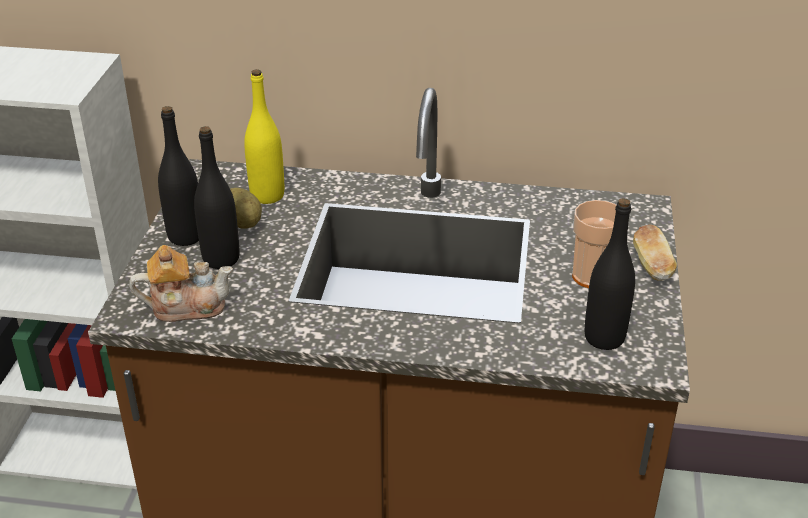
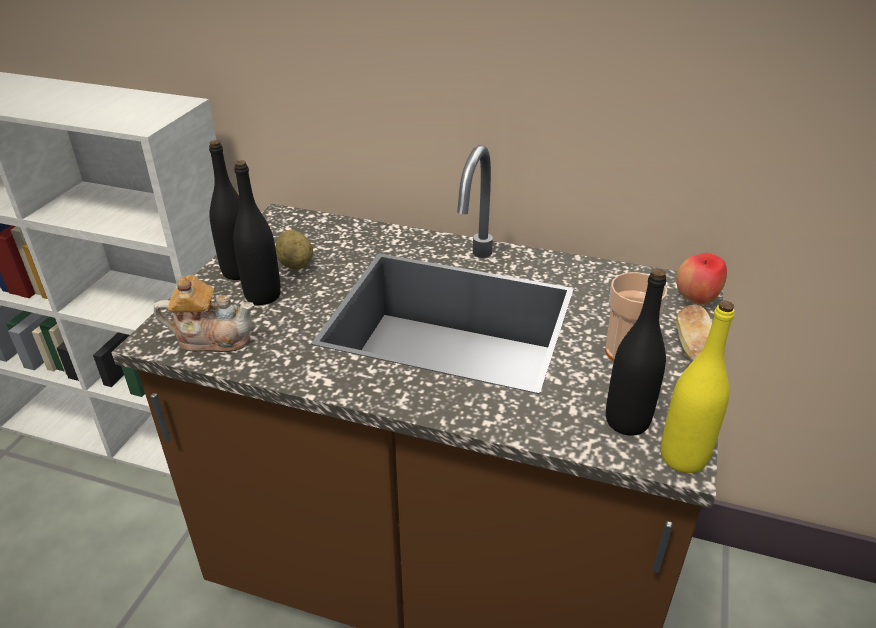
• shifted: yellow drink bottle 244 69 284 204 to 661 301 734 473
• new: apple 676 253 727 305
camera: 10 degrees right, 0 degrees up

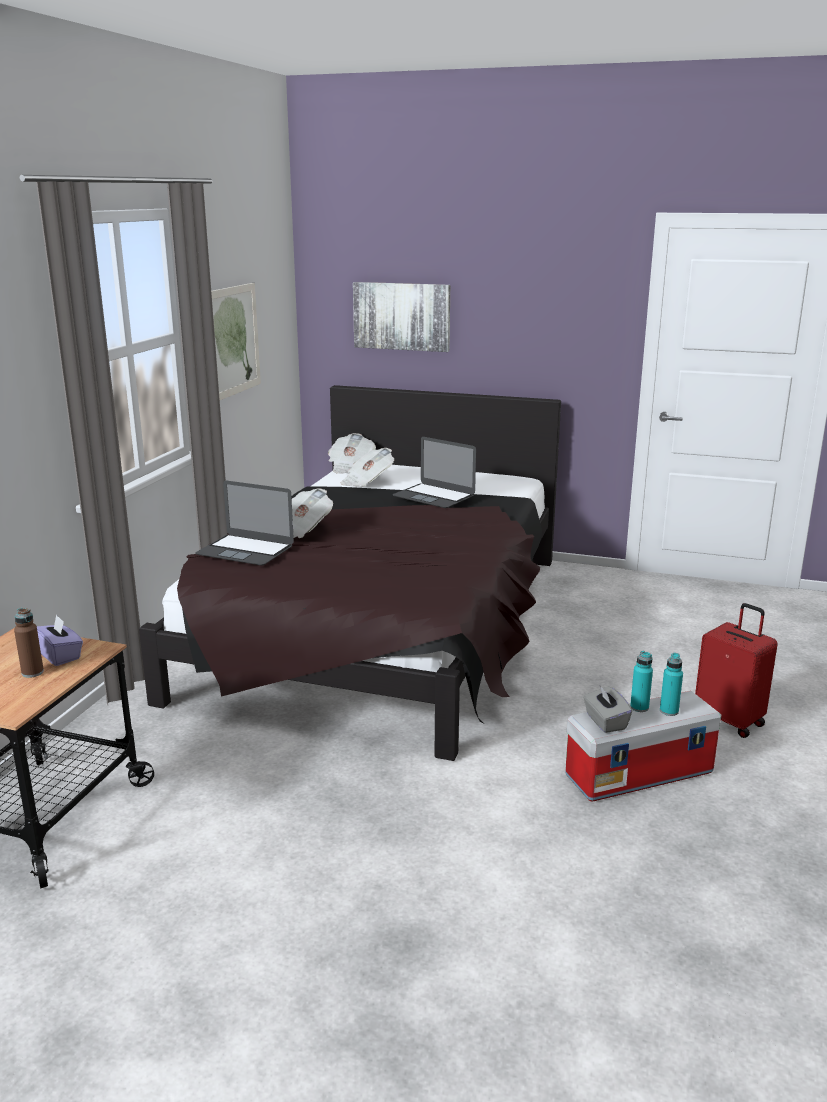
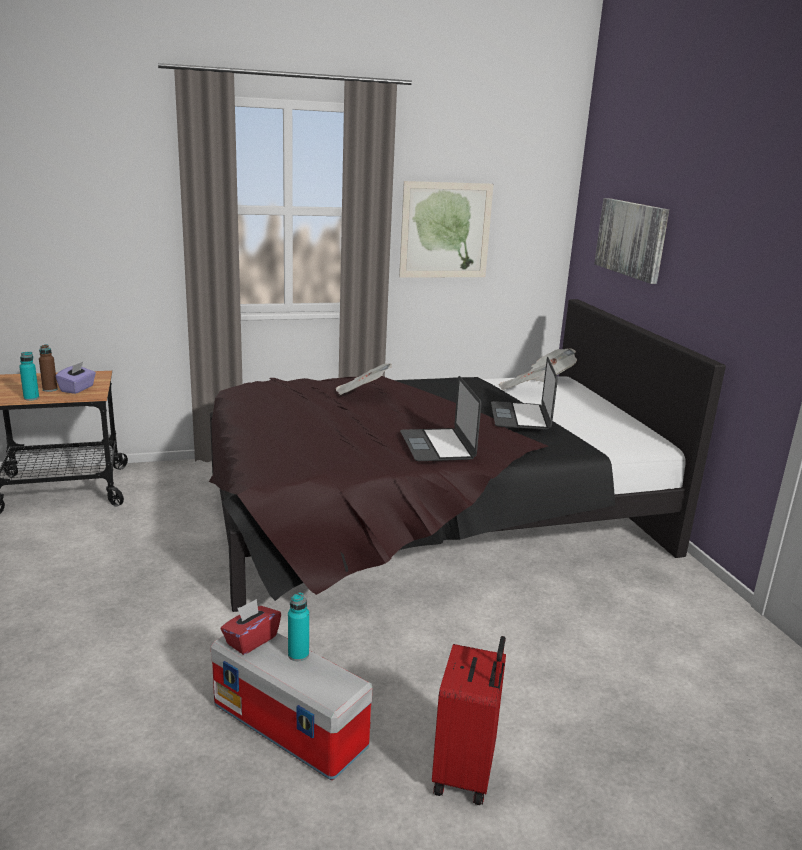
• shifted: turquoise drink bottle 660 653 683 716 to 19 352 39 401
• repainted: gray tissue box 583 686 632 733 to red tissue box 221 599 281 655
• shifted: laptop 196 481 294 566 to 400 376 481 461
camera: 55 degrees right, 0 degrees up

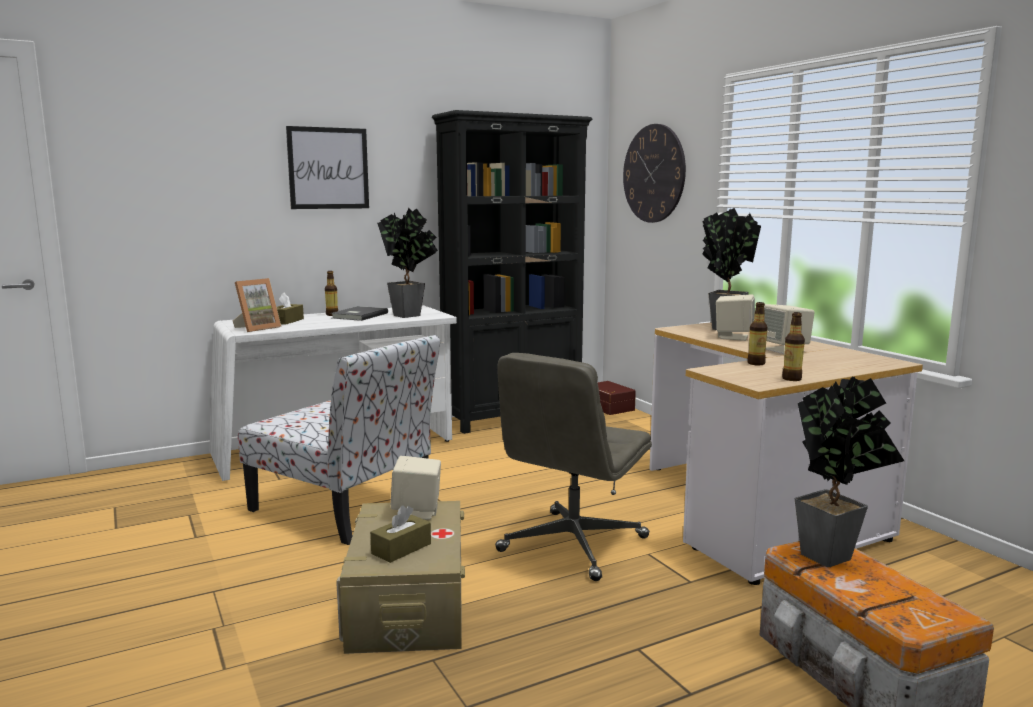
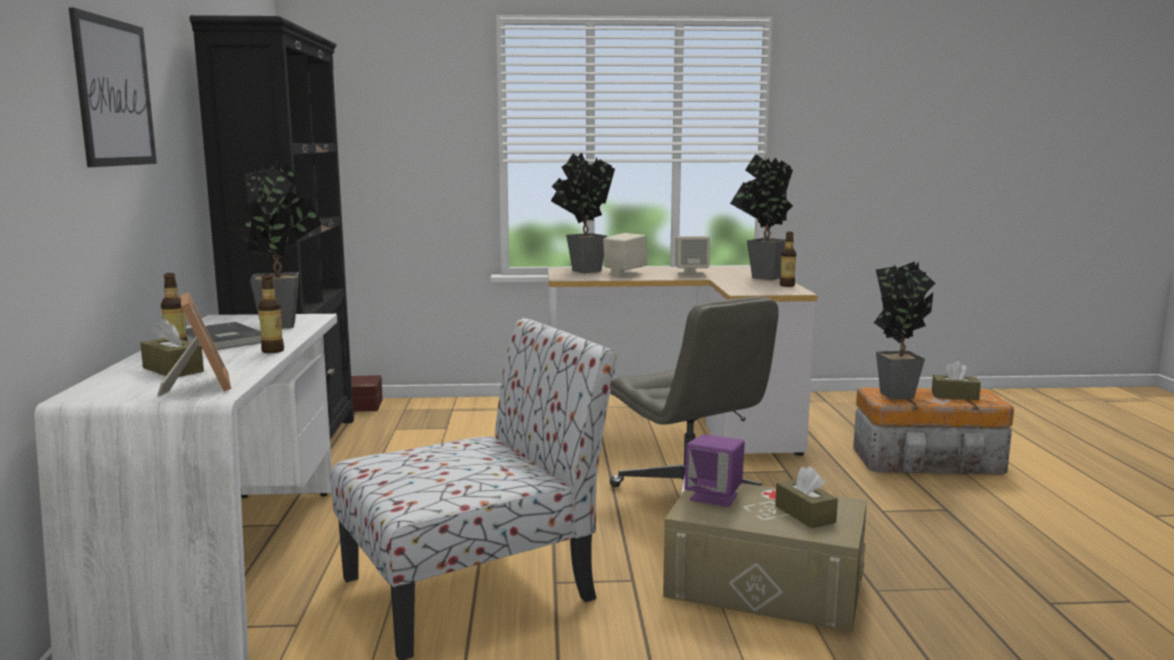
• shifted: drink bottle 747 302 768 365 to 258 274 284 353
• repainted: sand-coloured speaker 390 456 441 520 to purplish speaker 684 434 745 507
• new: plant in a pot 730 154 793 280
• new: brown tissue box 932 361 981 400
• gone: wall clock 623 124 686 223
camera: 65 degrees left, 0 degrees up

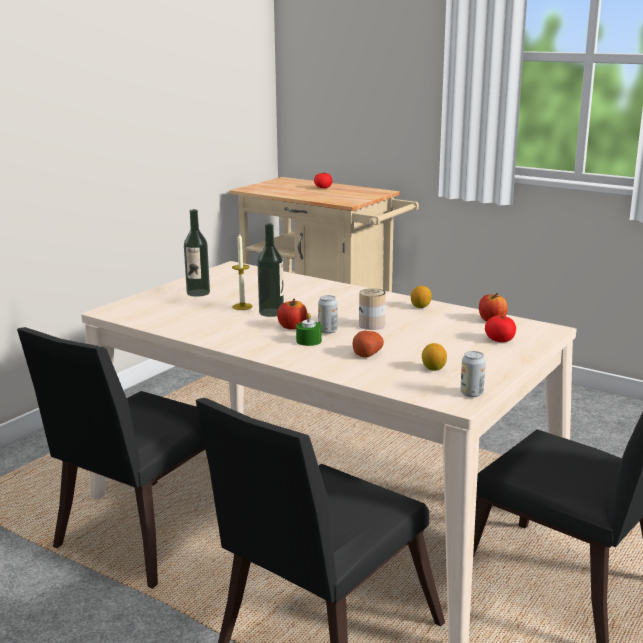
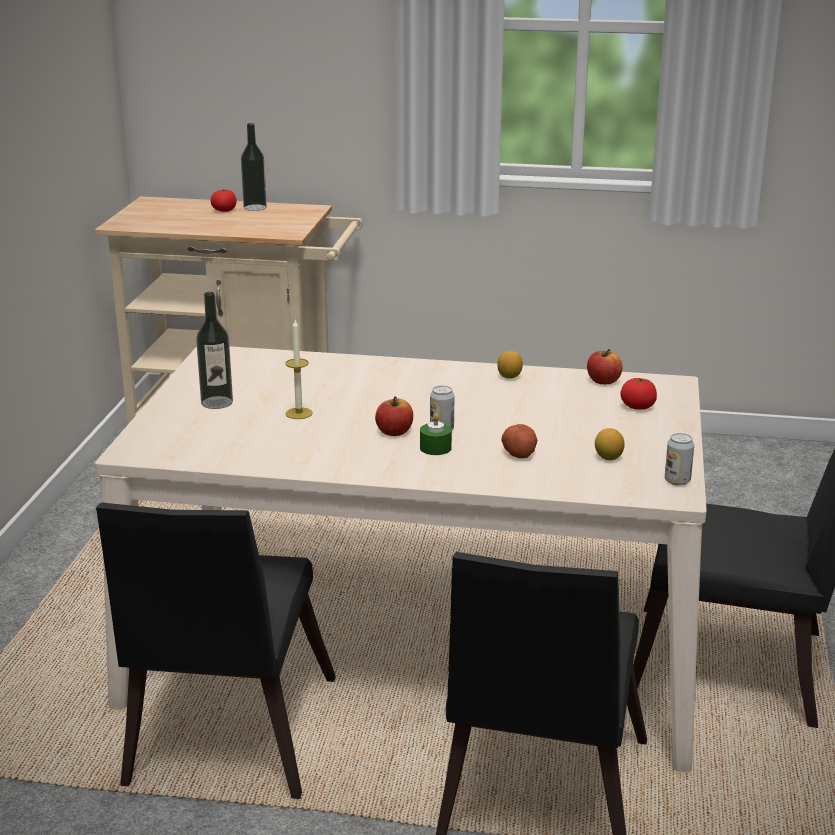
• shifted: drink bottle 257 223 284 317 to 241 123 267 211
• gone: metal can 359 288 386 330
camera: 25 degrees left, 5 degrees up

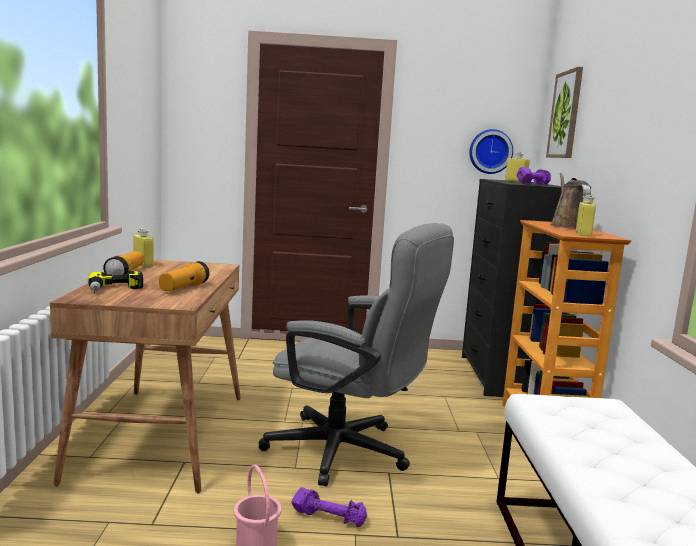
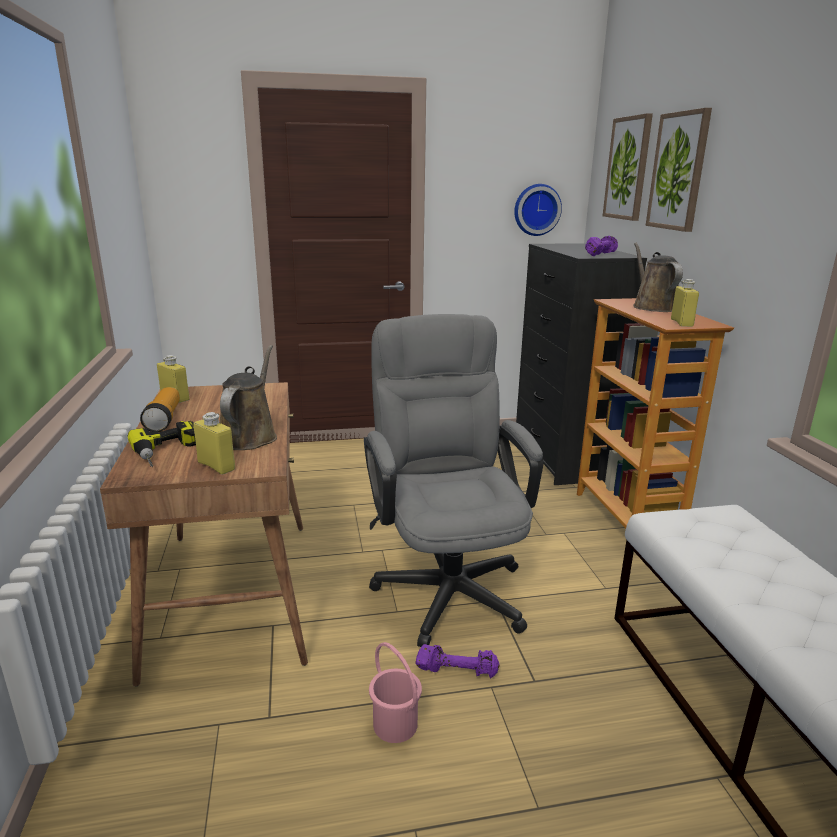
• shifted: yellow drink bottle 505 152 530 182 to 193 412 235 474
• swapped: torch 159 261 210 291 to brown watering pot 220 345 277 450
• rotated: gray computer chair 259 223 454 487 = 364 314 543 647 120 degrees counterclockwise
• new: wall art 646 108 712 232
camera: 10 degrees left, 10 degrees up

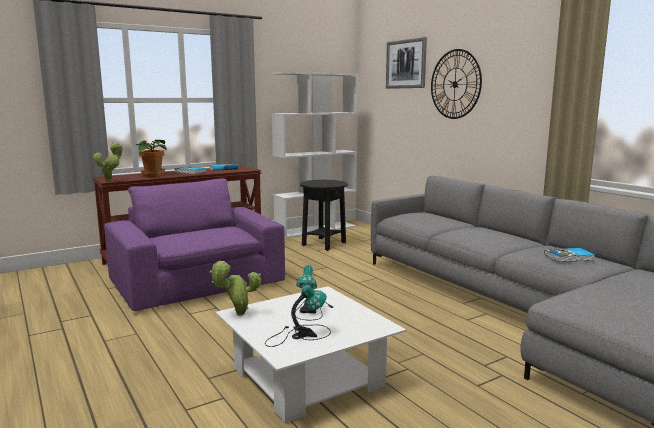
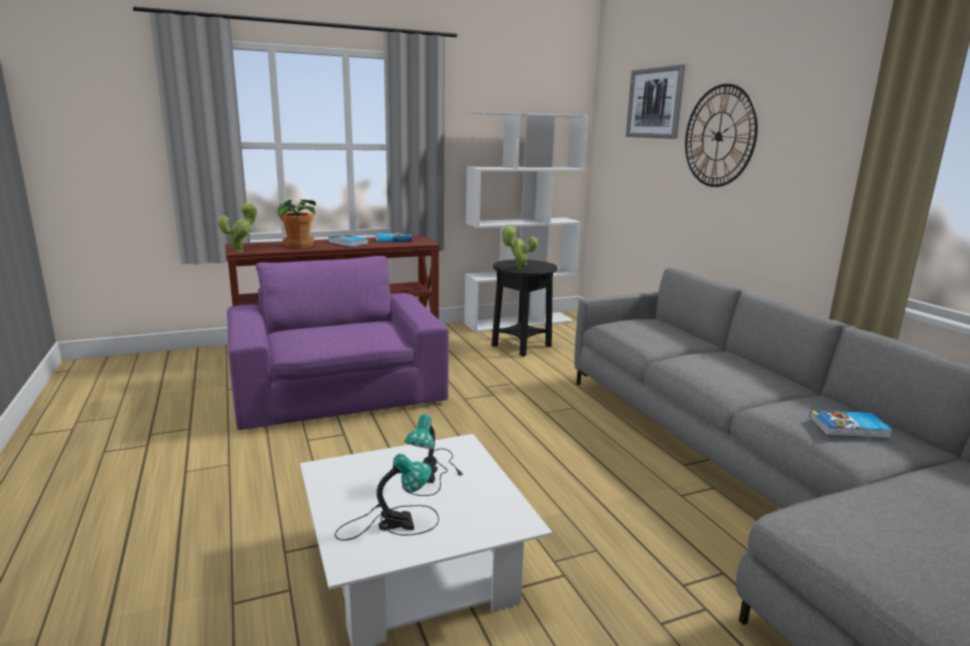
• shifted: plant in a pot 210 261 261 316 to 501 226 538 269
camera: 10 degrees right, 5 degrees up

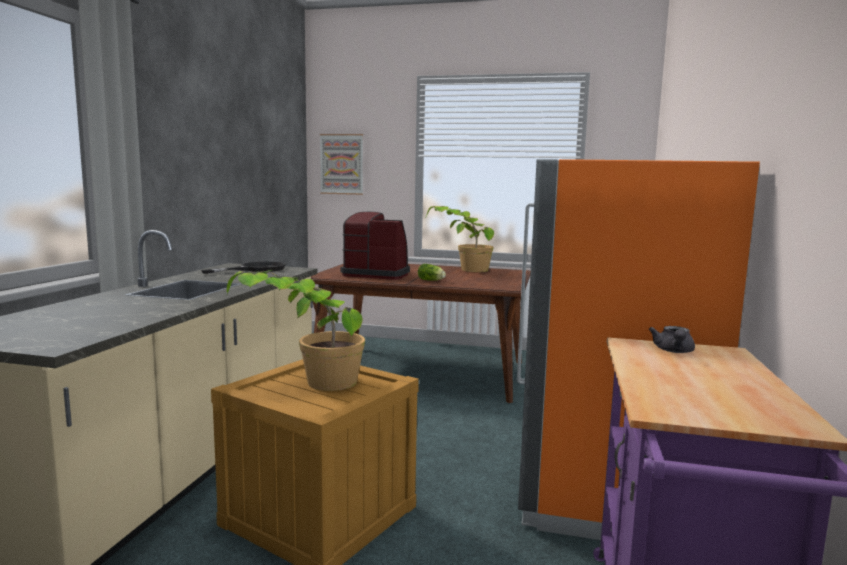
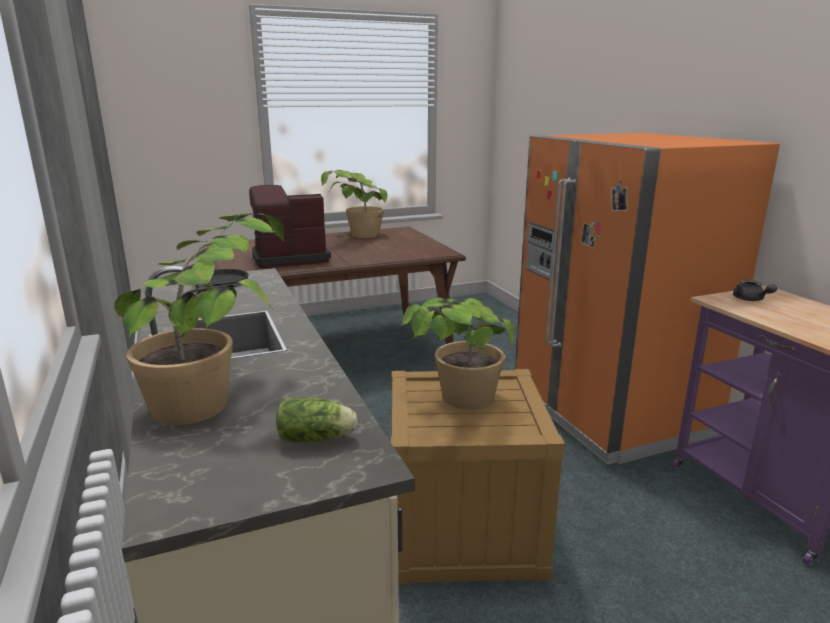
• new: plant in a pot 114 213 284 425
• shifted: lettuce head 418 264 446 281 to 276 397 358 443
• gone: wall art 320 134 363 195
camera: 35 degrees left, 10 degrees up

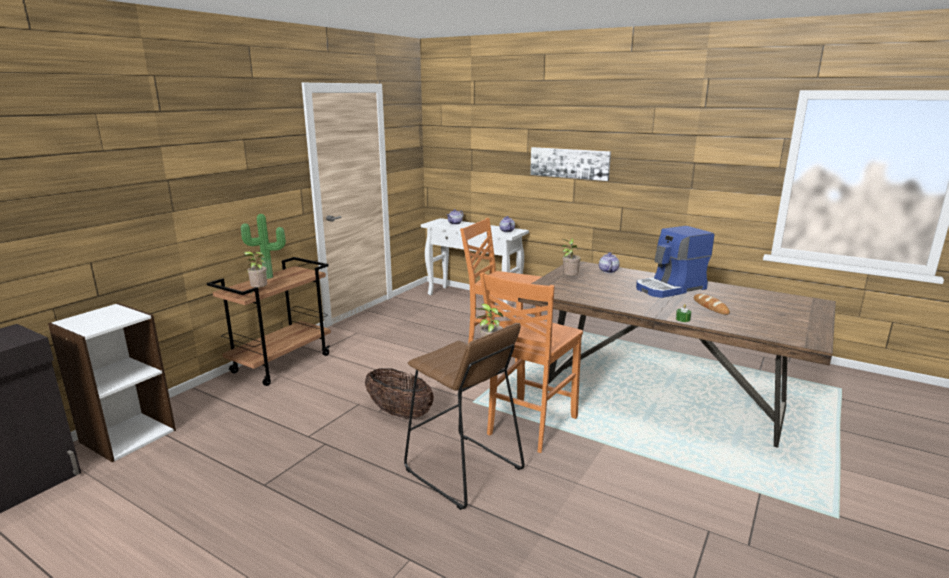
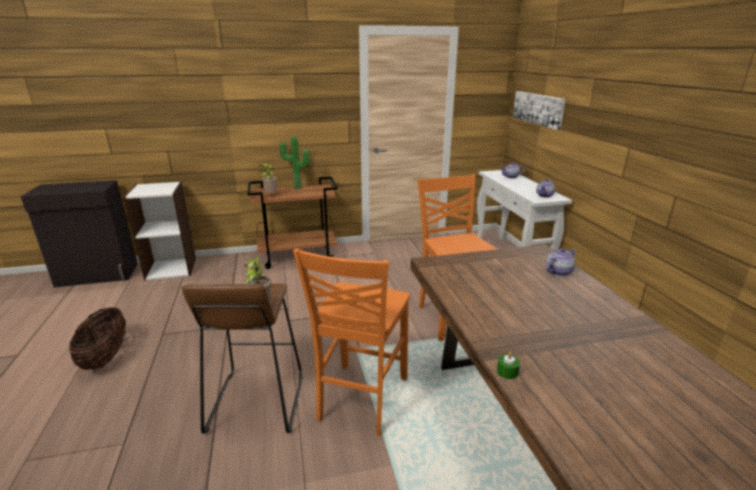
• shifted: basket 365 368 434 419 to 70 307 126 370
• rotated: orangey upright chair 480 272 583 453 = 293 248 410 435 60 degrees counterclockwise
• shifted: wall art 530 147 611 181 to 513 91 566 130
• gone: plant in a pot 561 238 581 277
• gone: coffee brewer 636 226 715 298
• gone: bread 694 294 730 315
camera: 45 degrees right, 5 degrees up

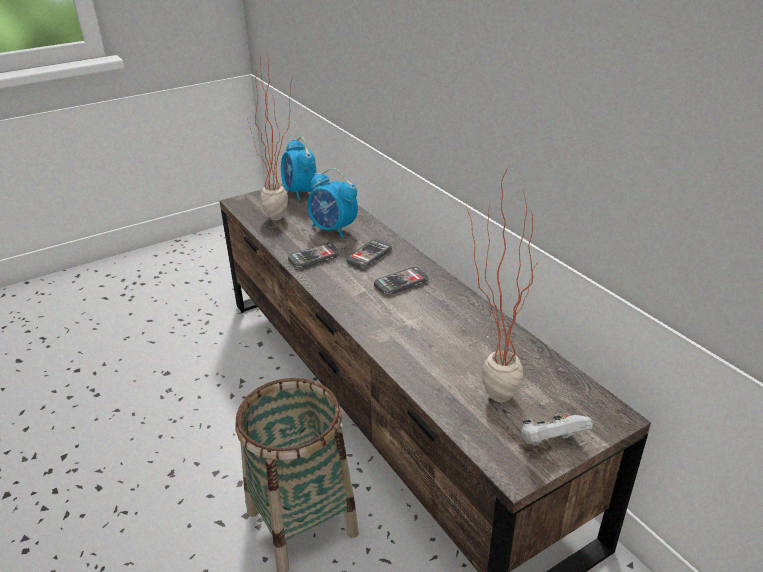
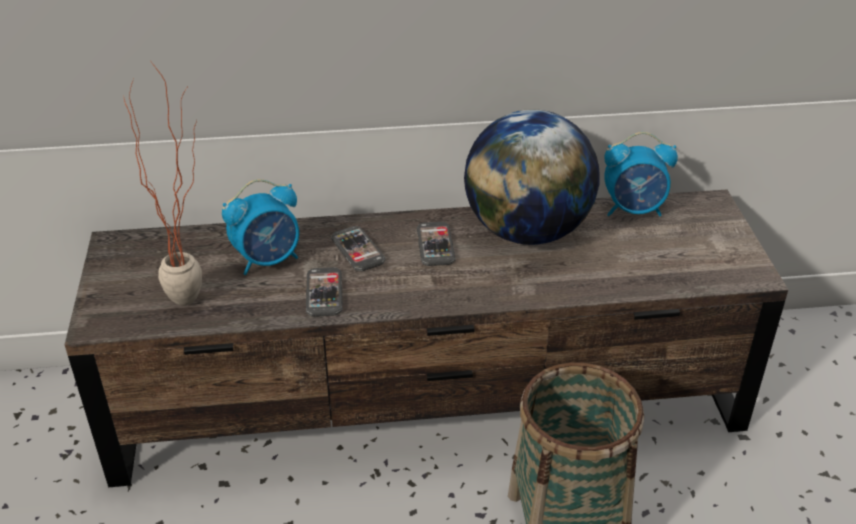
• new: globe 464 109 600 245
• shifted: alarm clock 281 137 316 201 to 604 132 678 216
• gone: plant in a pot 466 170 539 402
• gone: white game controller 520 415 593 446
camera: 65 degrees left, 5 degrees up

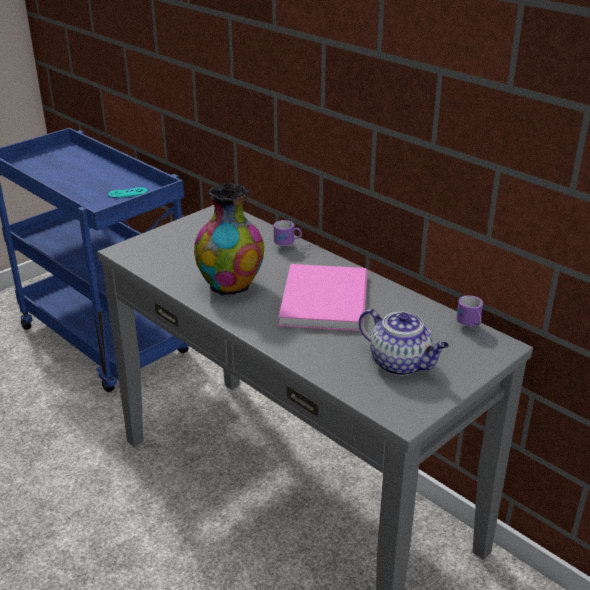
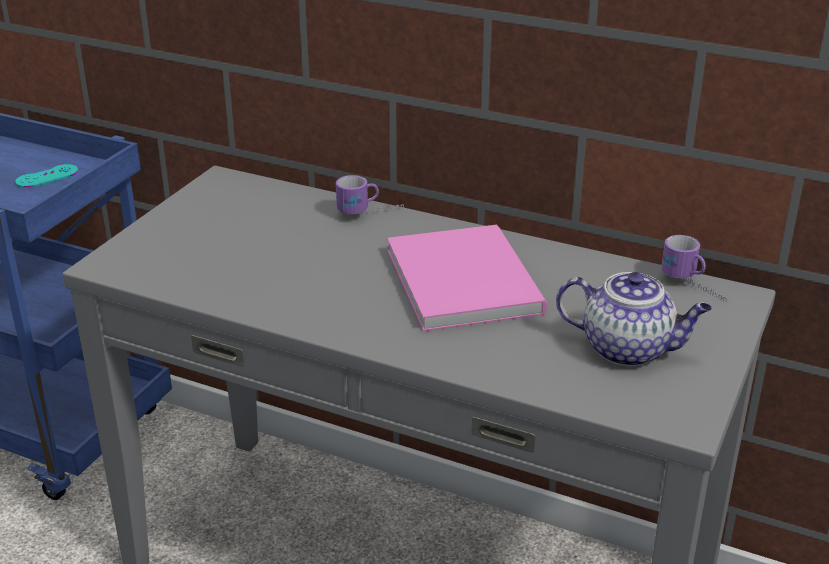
• gone: decorative vase 194 183 264 297
camera: 20 degrees left, 0 degrees up

